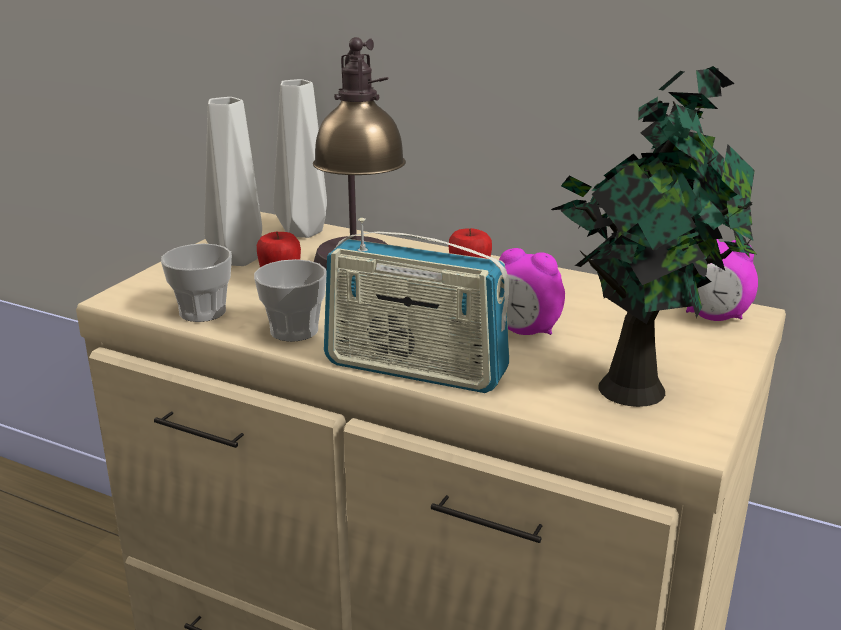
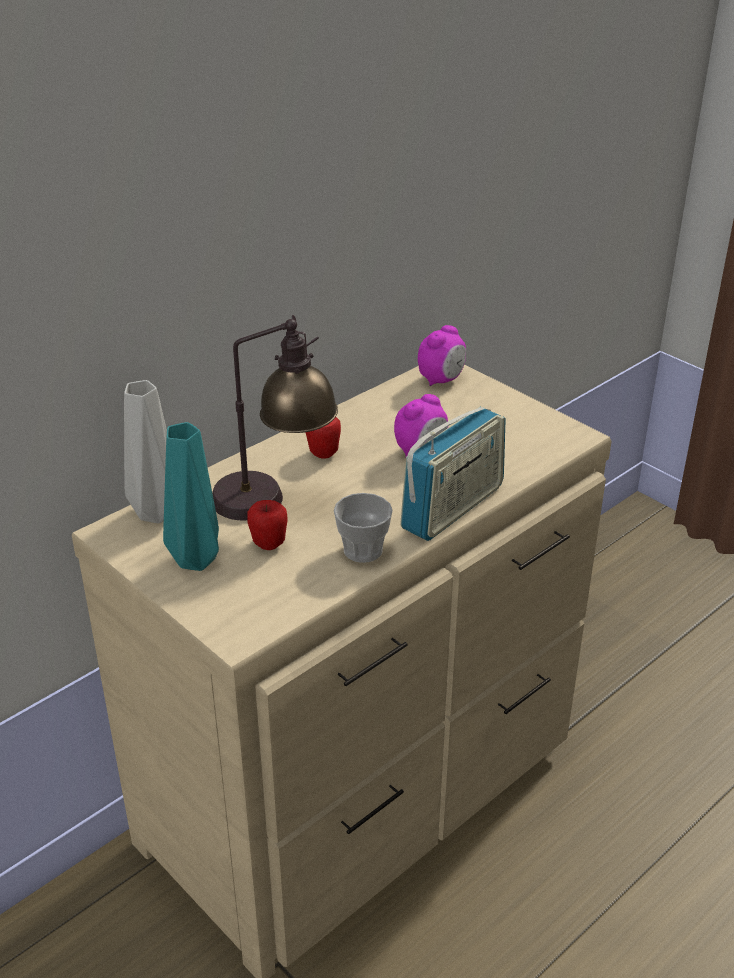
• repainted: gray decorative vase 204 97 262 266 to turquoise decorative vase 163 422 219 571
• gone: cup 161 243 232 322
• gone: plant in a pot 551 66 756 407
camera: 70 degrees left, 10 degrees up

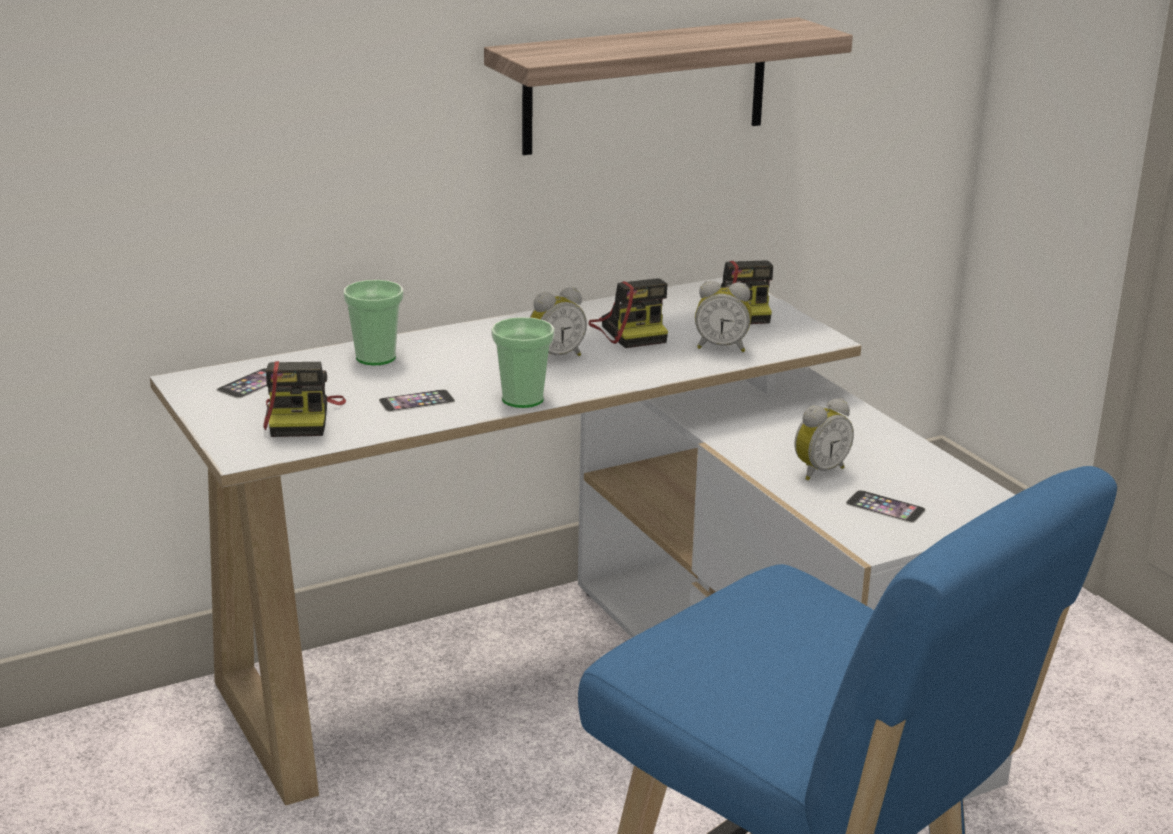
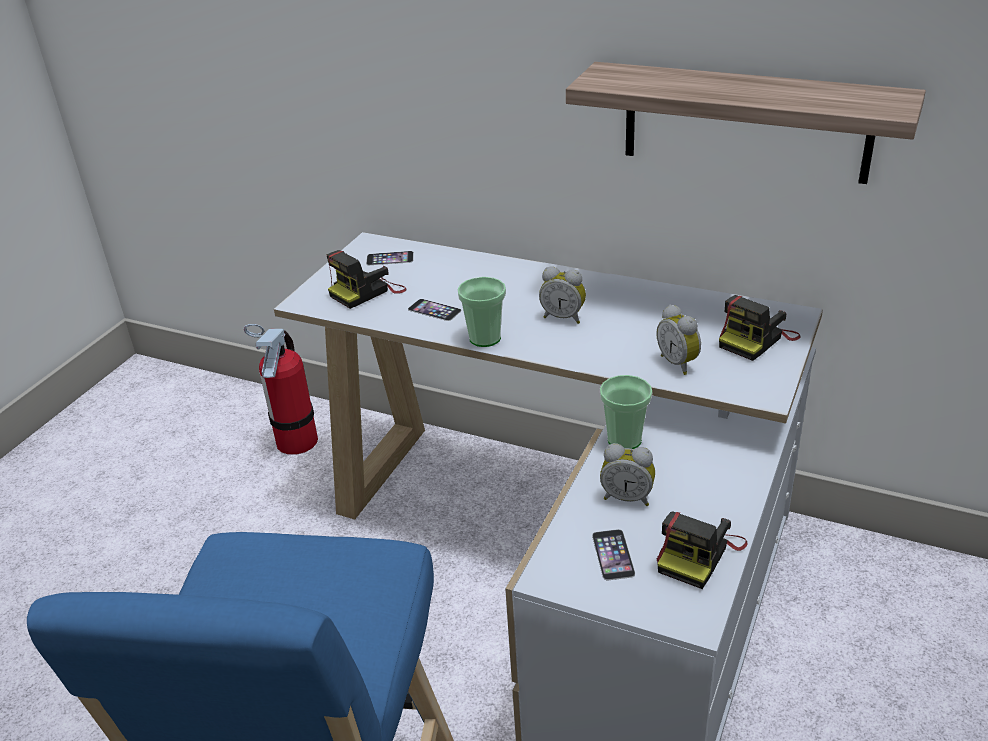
• new: fire extinguisher 244 324 318 455
• shifted: cup 344 280 403 365 to 600 375 652 449
• shifted: photo camera 588 278 668 348 to 657 511 748 589
camera: 55 degrees right, 10 degrees up

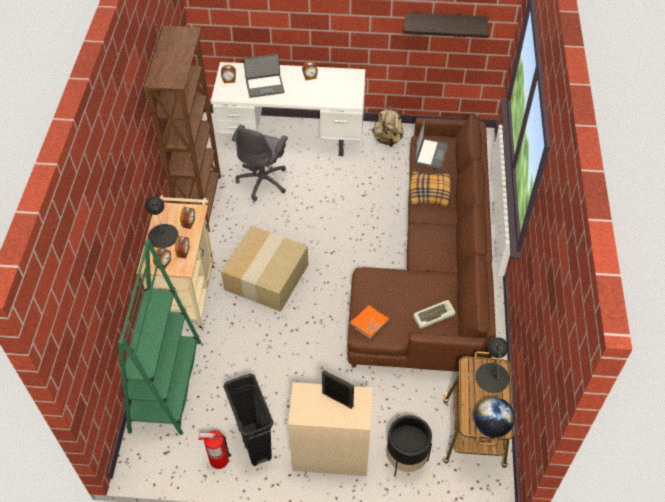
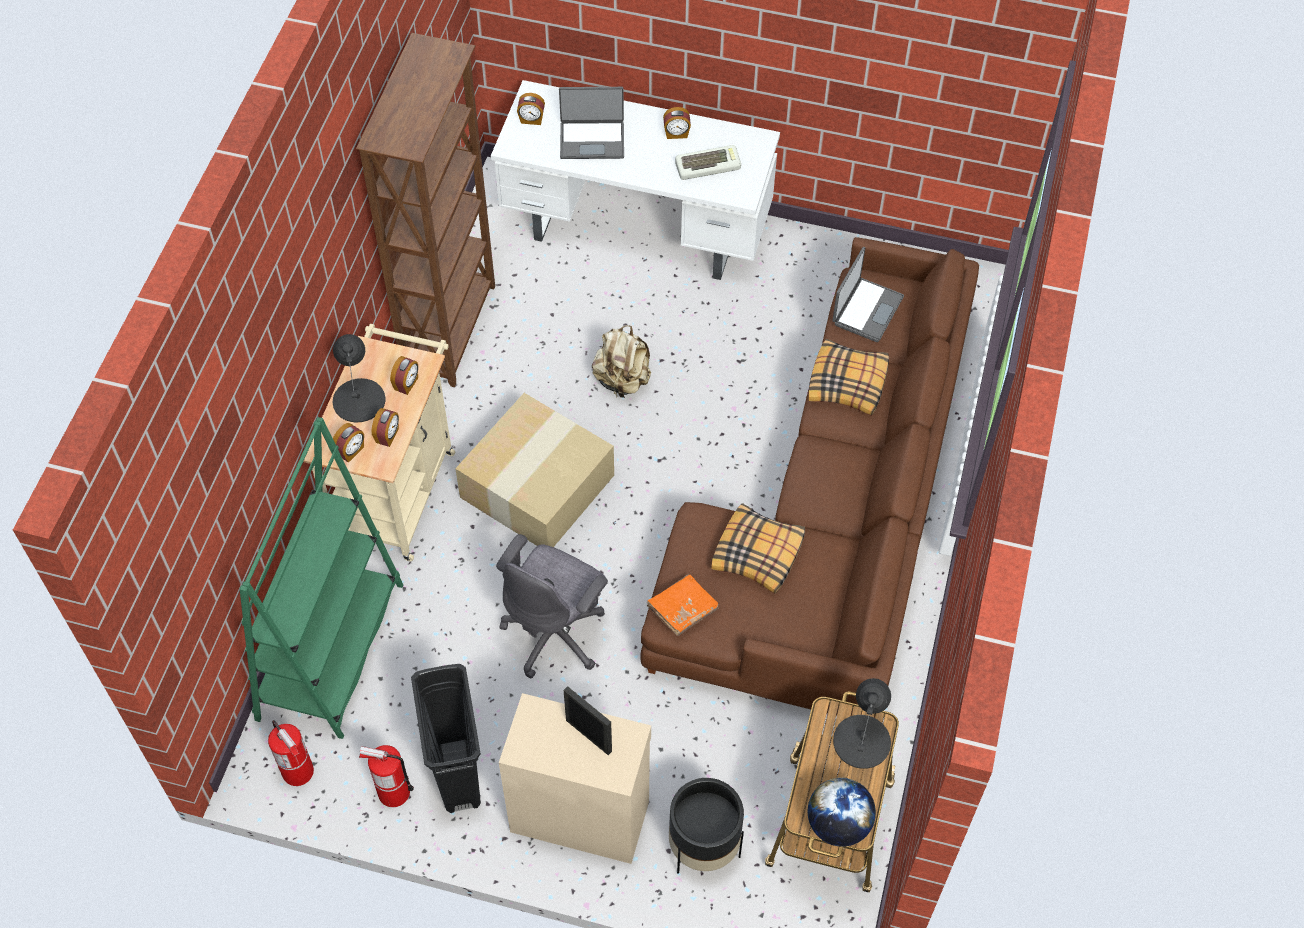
• new: fire extinguisher 268 720 314 786
• shifted: gray computer chair 232 125 288 201 to 496 534 608 678
• shifted: sand-coloured backpack 372 106 404 147 to 592 325 651 398
• shifted: keyboard 413 300 456 329 to 675 145 741 180
• new: throw pillow 711 503 805 594
• gone: wall shelf 404 13 489 38
camera: 10 degrees right, 5 degrees up

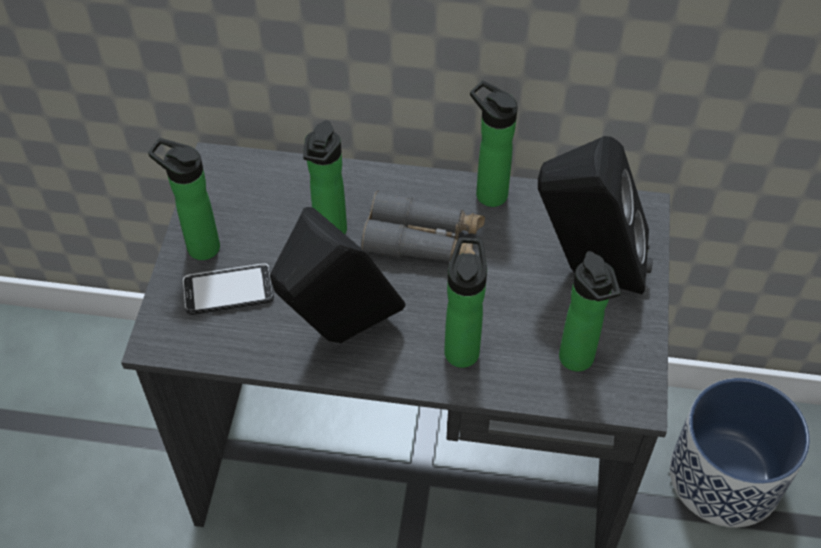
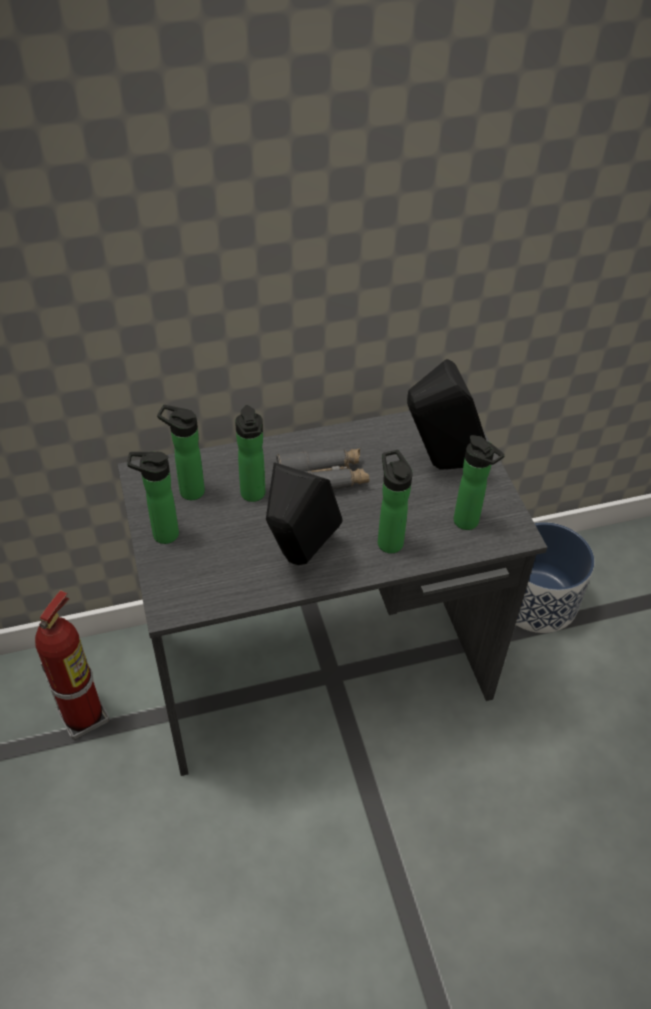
• new: fire extinguisher 35 590 109 740
• shifted: drink bottle 470 81 518 207 to 157 405 205 500
• gone: handset 183 263 274 315
camera: 25 degrees left, 5 degrees down

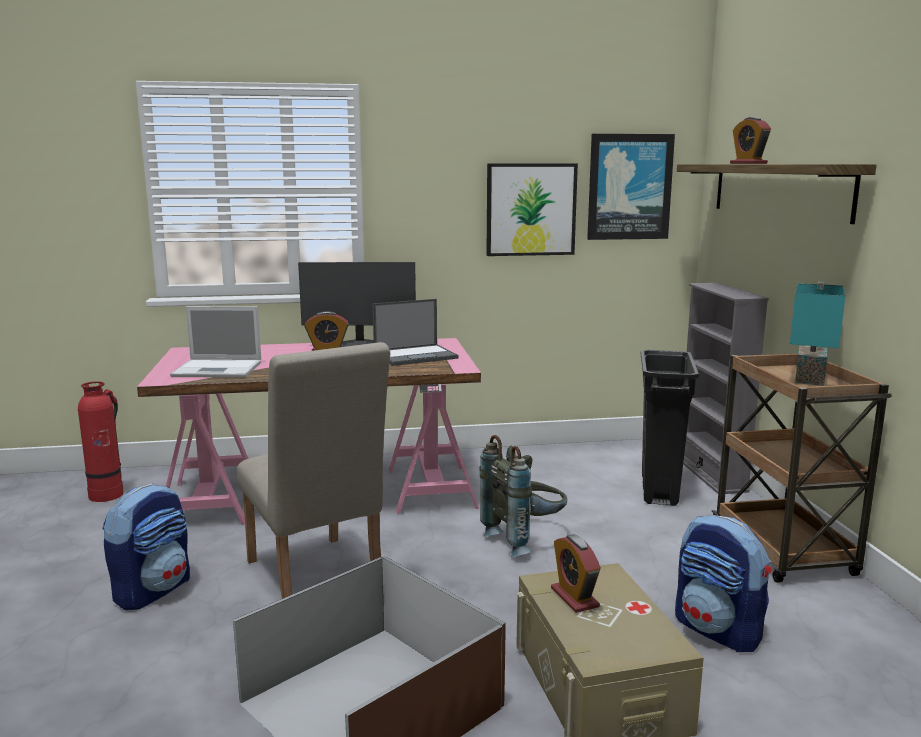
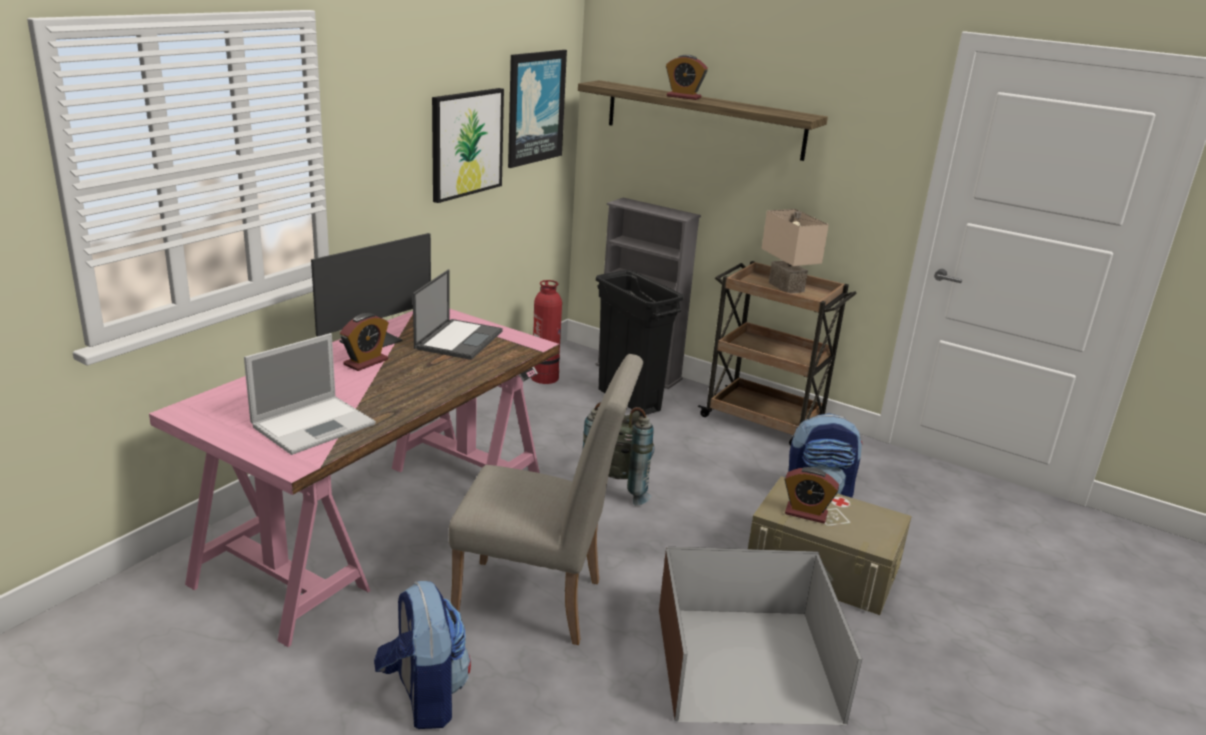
• shifted: fire extinguisher 78 381 124 502 to 531 280 562 384
• repainted: turquoise tabletop lamp 790 282 845 386 to sand-coloured tabletop lamp 761 209 829 294
camera: 50 degrees left, 10 degrees up

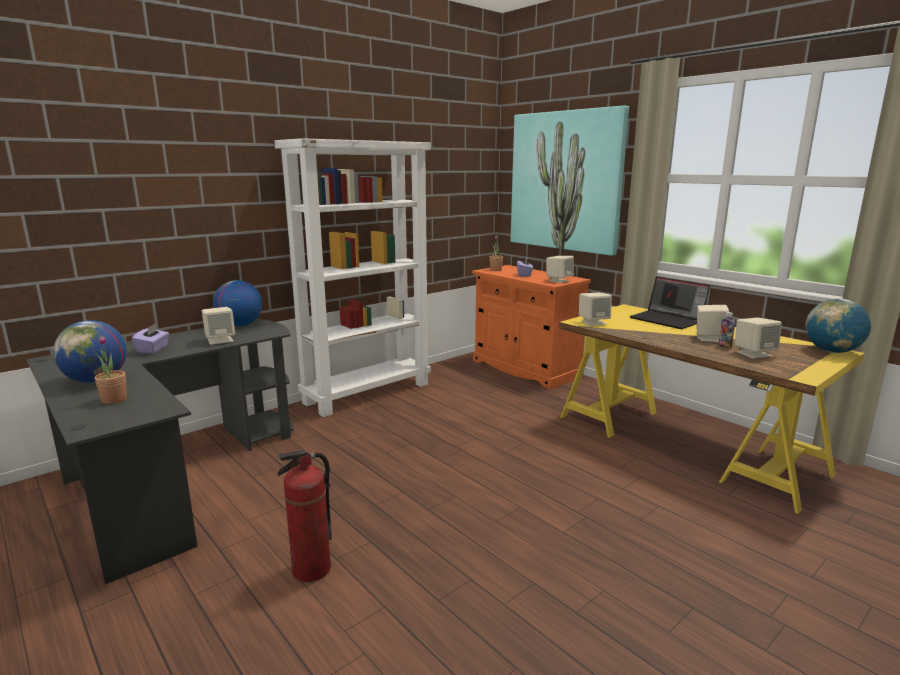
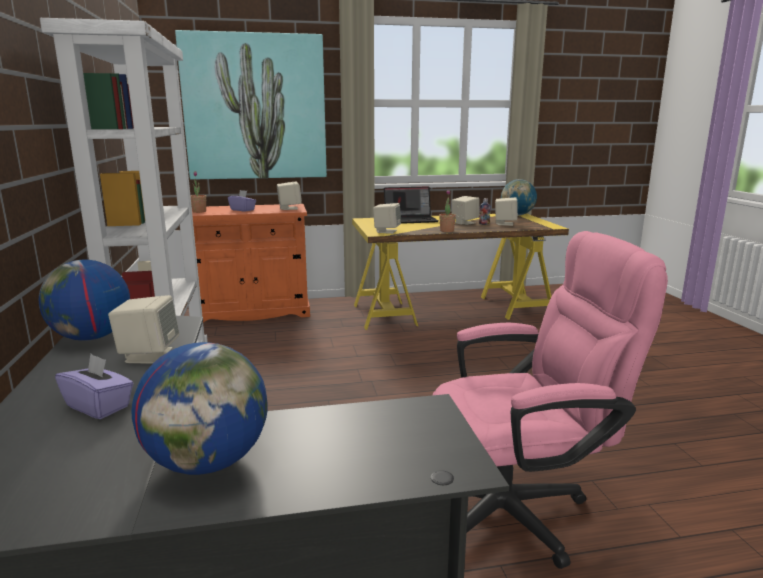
• swapped: fire extinguisher 277 450 332 582 to pink-coloured computer chair 433 231 668 569
• shifted: plant in a pot 95 336 127 404 to 439 190 456 232
camera: 60 degrees left, 0 degrees up

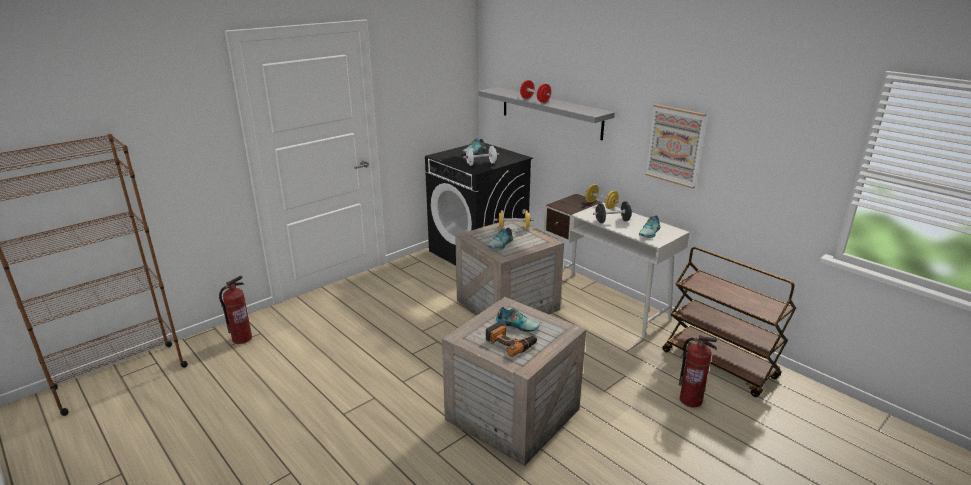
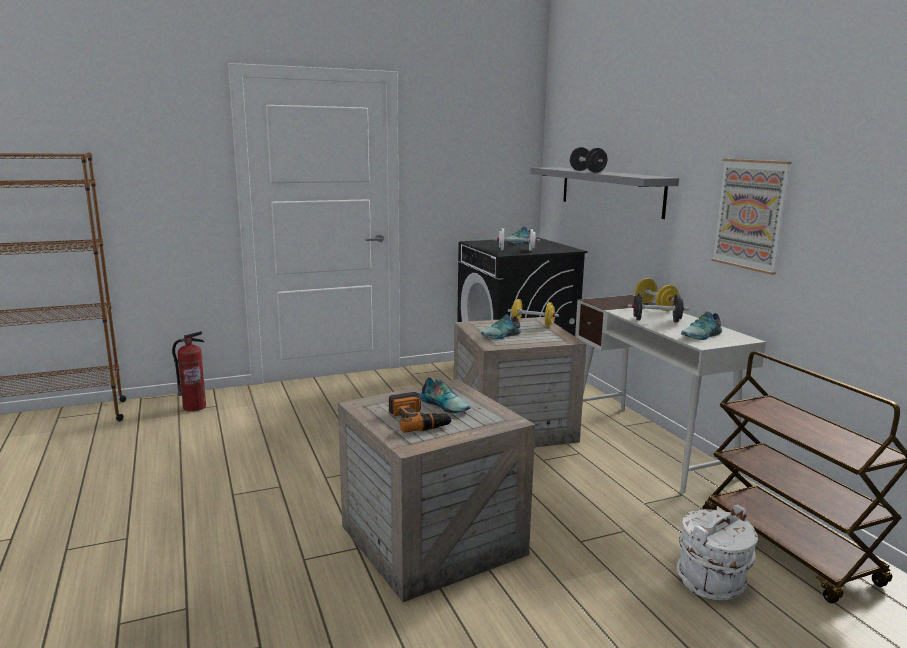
• repainted: red free weight 520 80 551 103 to black free weight 570 147 607 173
• swapped: fire extinguisher 679 335 718 407 to white pail 677 505 758 600
camera: 20 degrees right, 10 degrees down

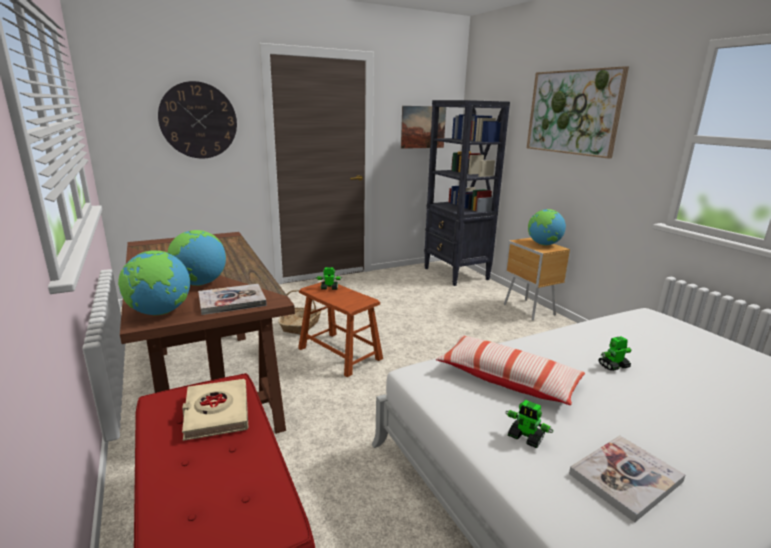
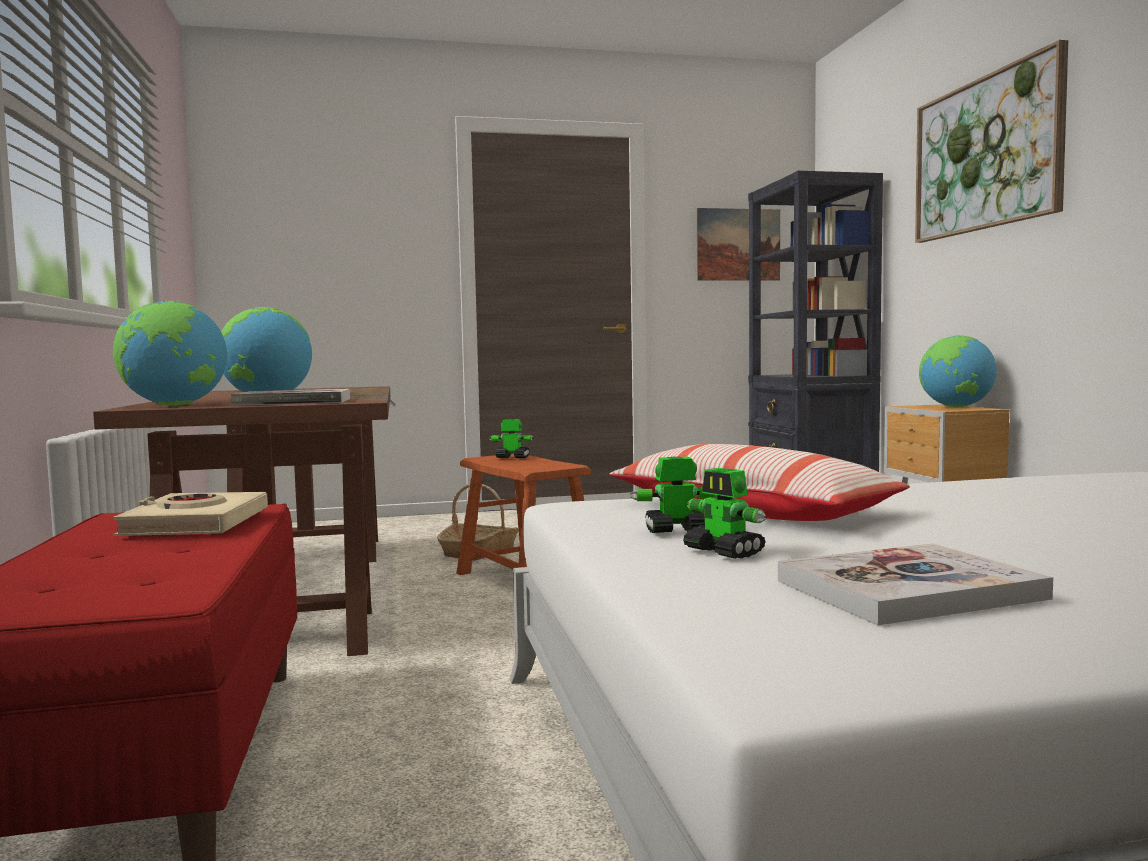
• shifted: toy robot 598 336 631 371 to 630 457 717 533
• gone: wall clock 158 81 237 159
camera: 15 degrees right, 15 degrees down

